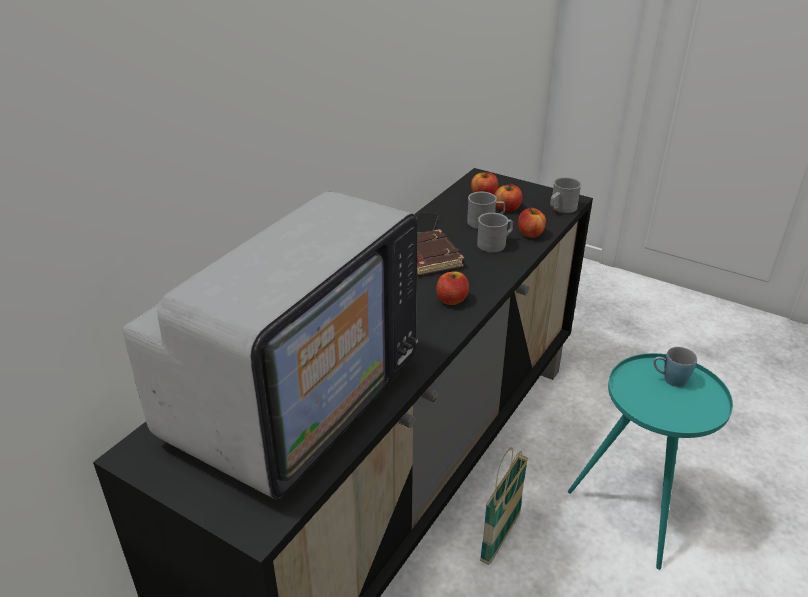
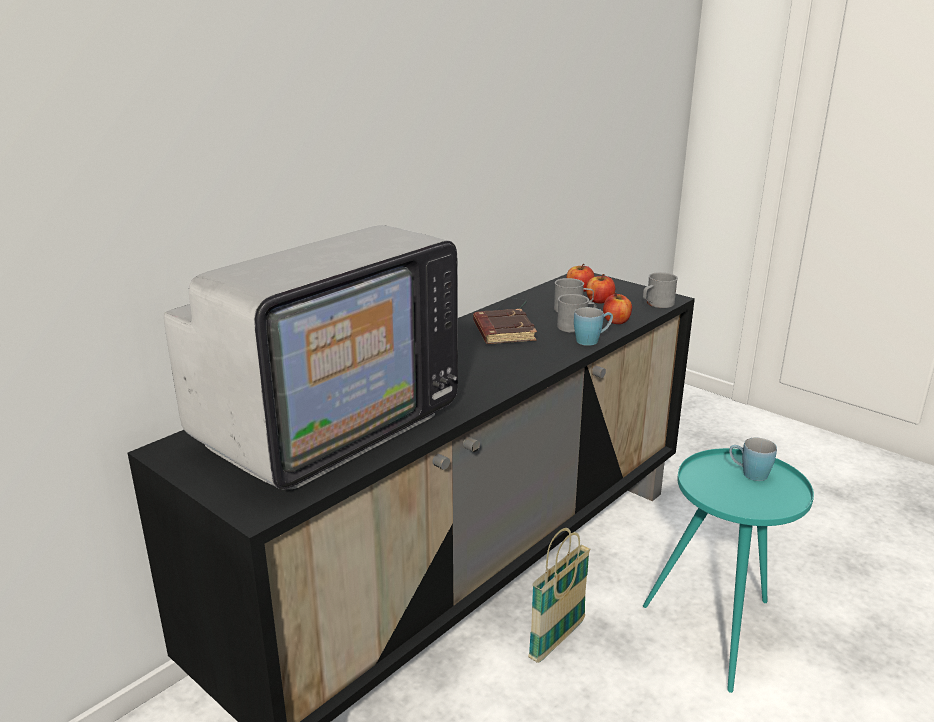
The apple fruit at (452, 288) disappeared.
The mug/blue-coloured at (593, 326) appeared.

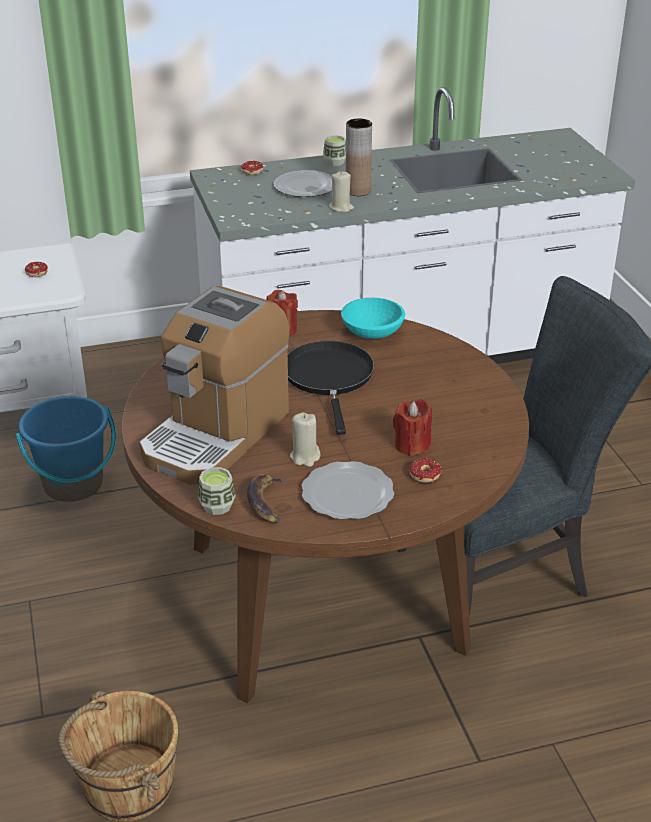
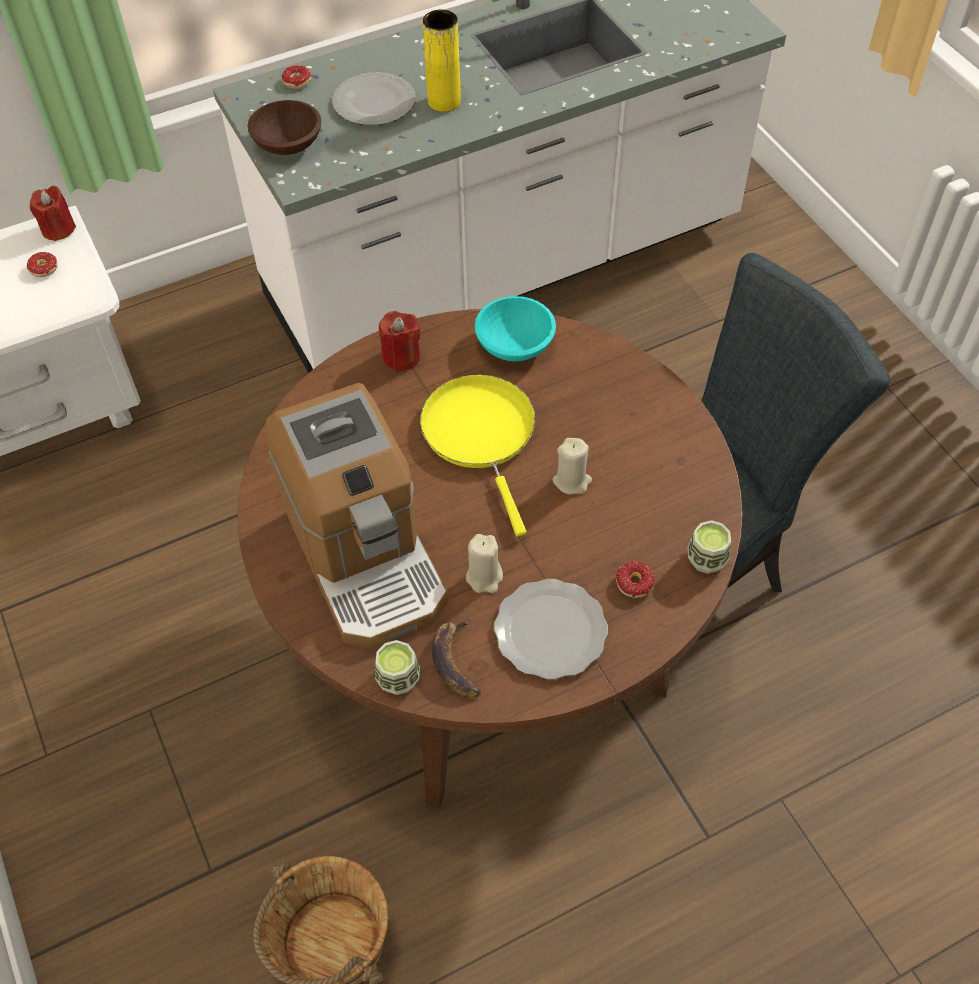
The water bucket/blue-coloured at (65, 449) disappeared.
The coffee brewer at (214, 385) turned 45 degrees counterclockwise.
The pan/blackish at (331, 388) became the pan/yellow at (477, 455).
The drinking cup moved from (334, 150) to (709, 547).
The wax candle/beige moved from (341, 191) to (572, 466).
The vase/brown at (359, 157) became the vase/yellow at (442, 61).
The wax candle/reddish moved from (412, 427) to (53, 213).
The bowl/brown at (284, 127) appeared.

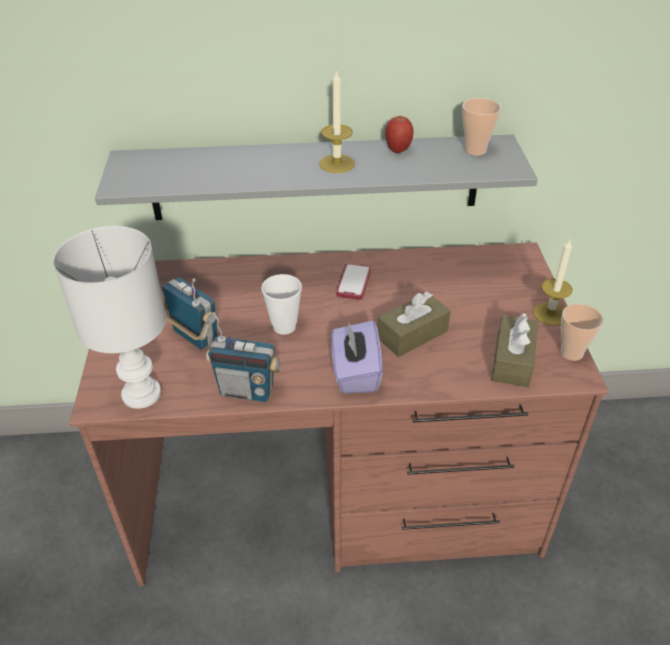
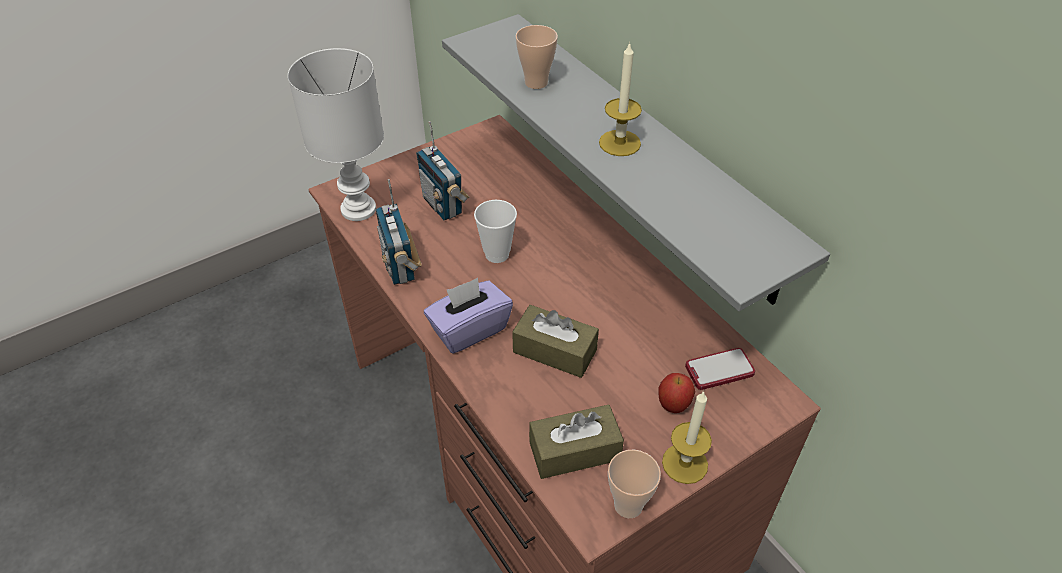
The radio at (189, 313) turned 135 degrees clockwise.
The phone moved from (353, 282) to (720, 369).
The apple fruit moved from (399, 134) to (677, 393).
The drinking cup moved from (481, 127) to (536, 57).

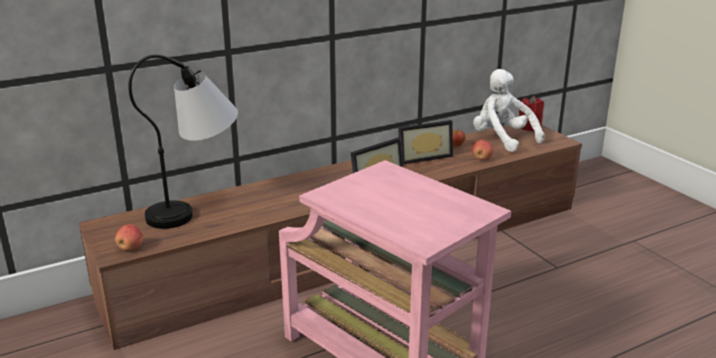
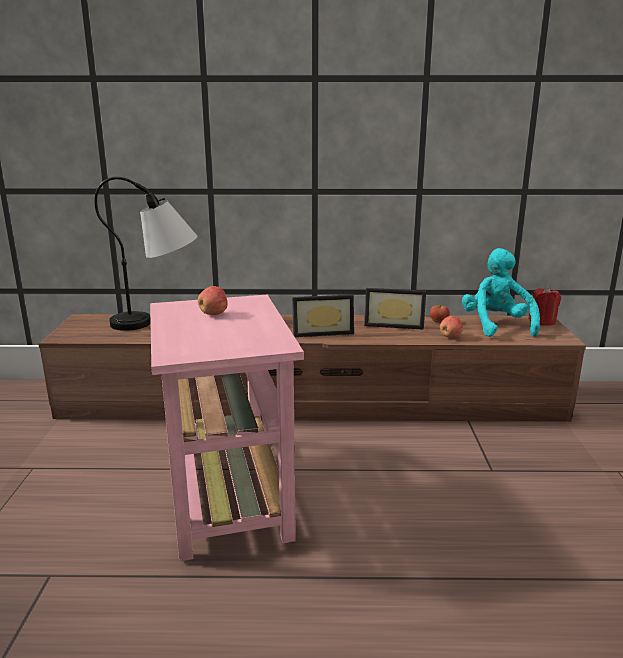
The apple fruit moved from (129, 237) to (213, 300).
The soft toy/white-coloured at (509, 110) became the soft toy/blue-green at (501, 292).

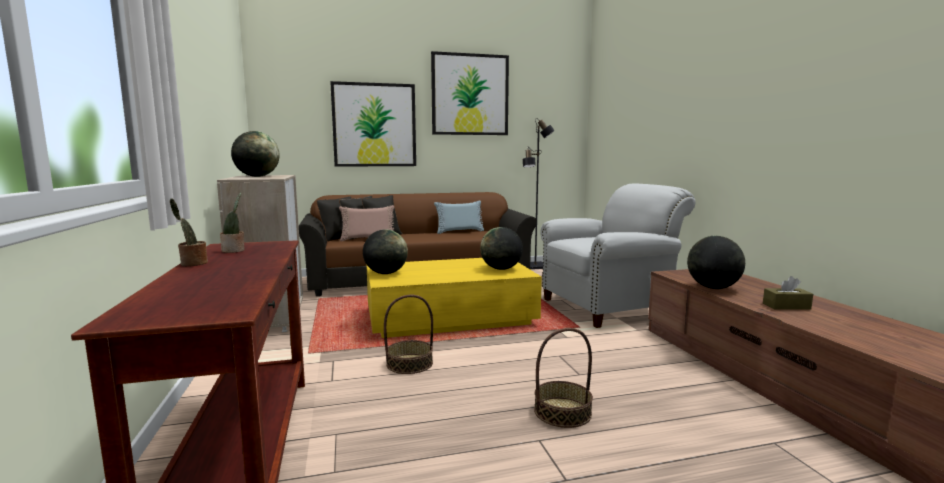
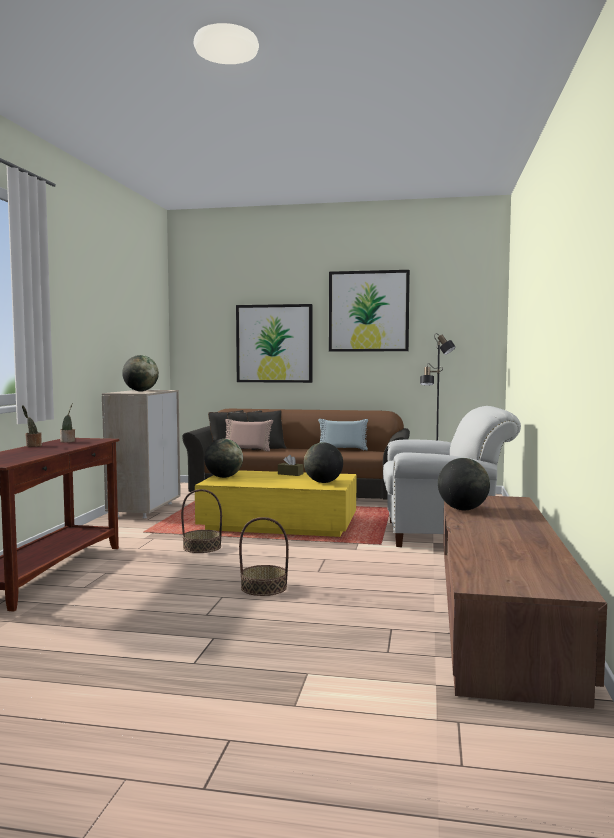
The tissue box/brown moved from (788, 293) to (291, 465).

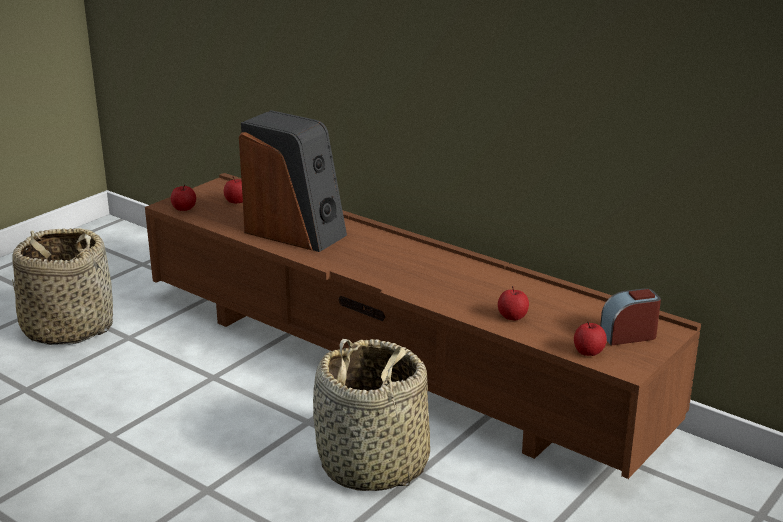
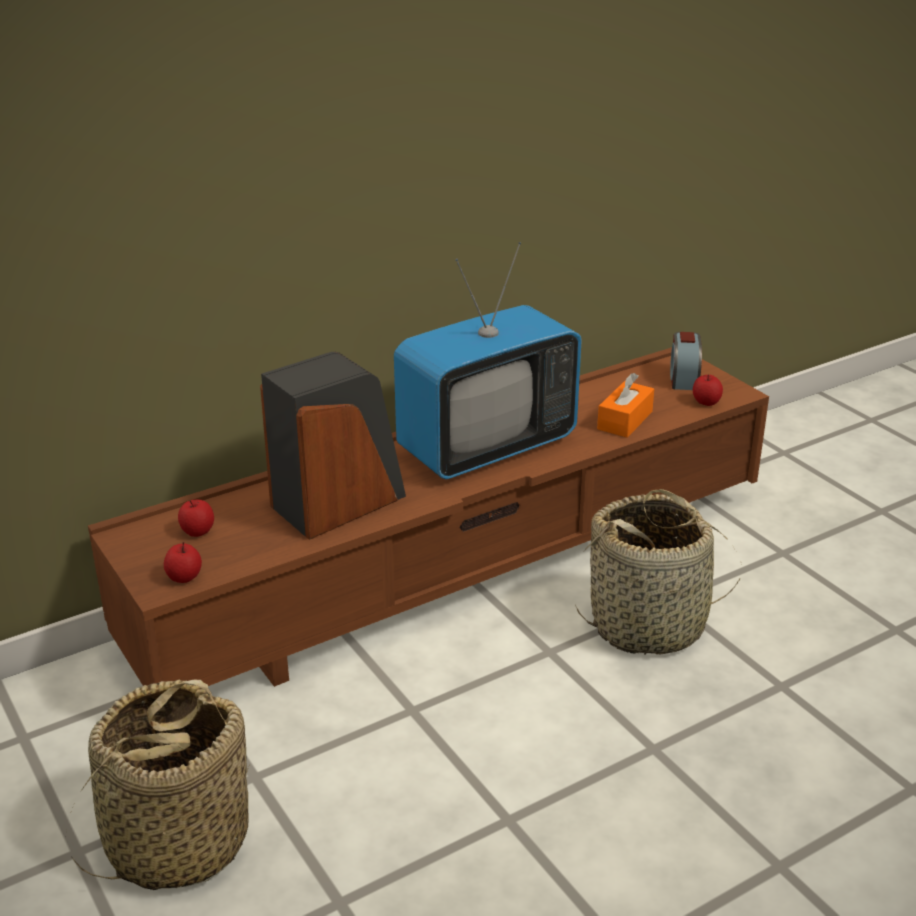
The apple fruit at (513, 303) was replaced by the tissue box/orange at (625, 405).
The TV at (488, 360) appeared.

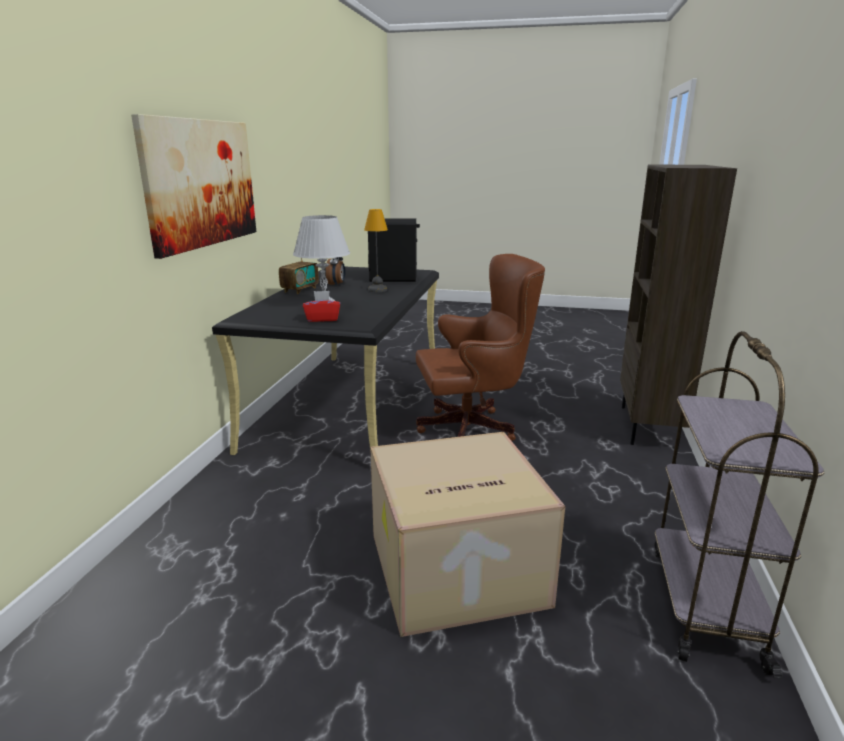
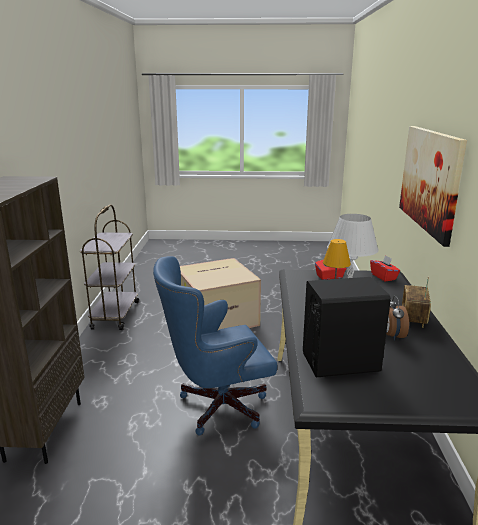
The computer chair/brown at (480, 347) became the computer chair/blue-coloured at (215, 346).
The tissue box/reddish at (385, 268) appeared.

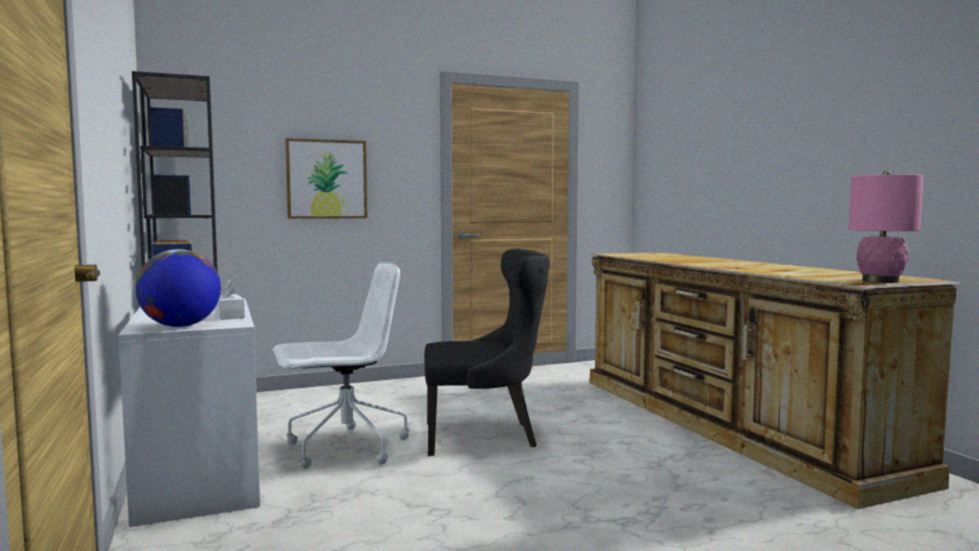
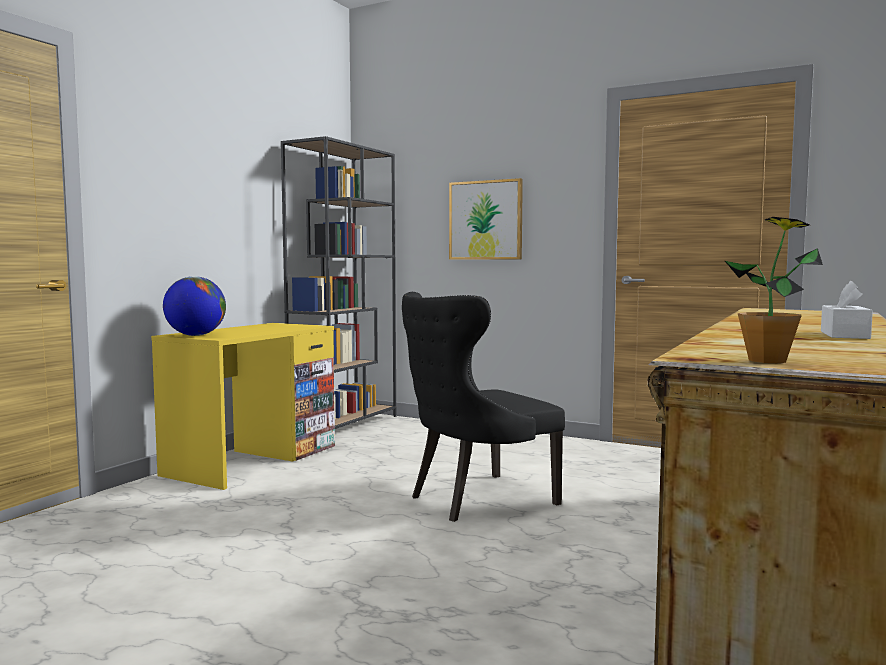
The desk table/white-coloured at (189, 413) became the desk table/yellow at (243, 406).
The tissue box/white-coloured moved from (229, 299) to (847, 310).
The computer chair/white-coloured at (341, 365) disappeared.
The chair/blackish at (487, 352) turned 105 degrees clockwise.
The lamp for a table/pink-coloured at (885, 227) was replaced by the houseplant at (774, 290).

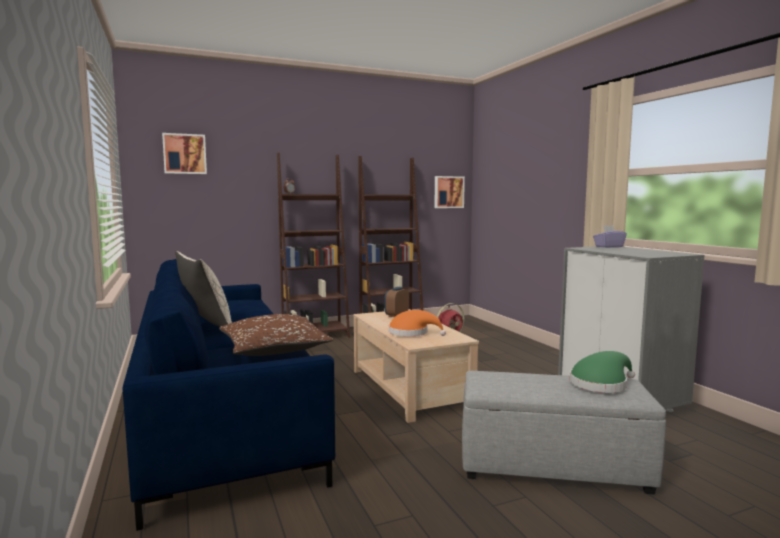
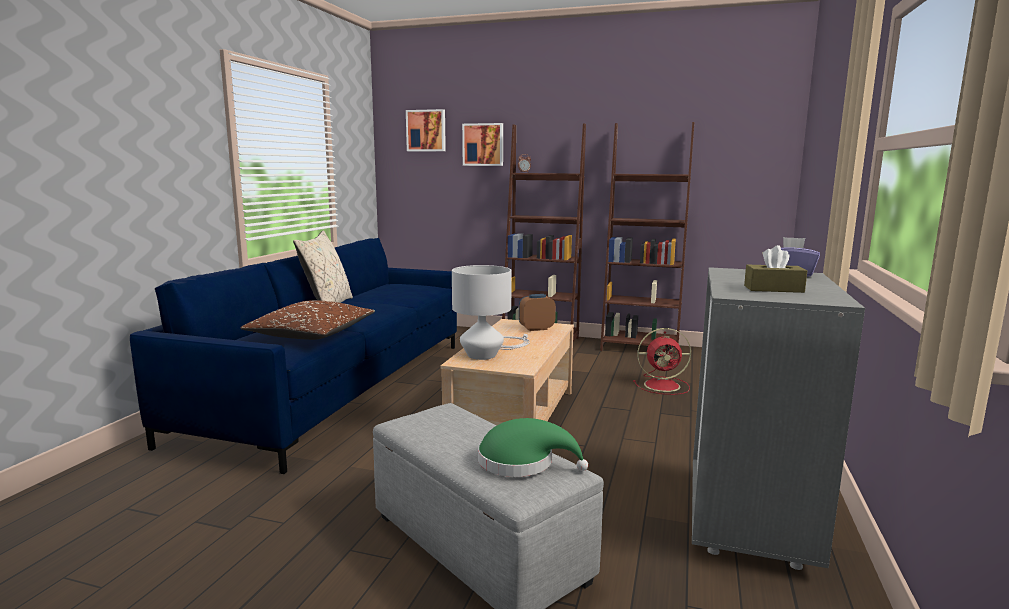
The clothing hat/orange at (417, 323) was replaced by the lamp for a table/white-coloured at (491, 312).
The picture moved from (449, 192) to (482, 144).
The tissue box/brown at (775, 269) appeared.

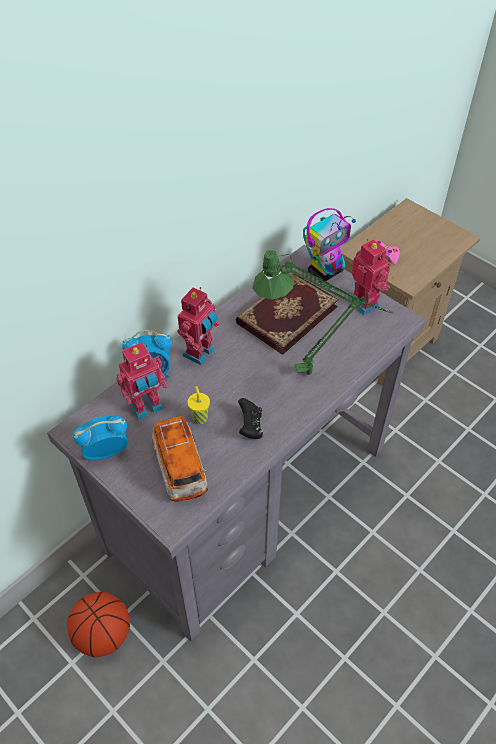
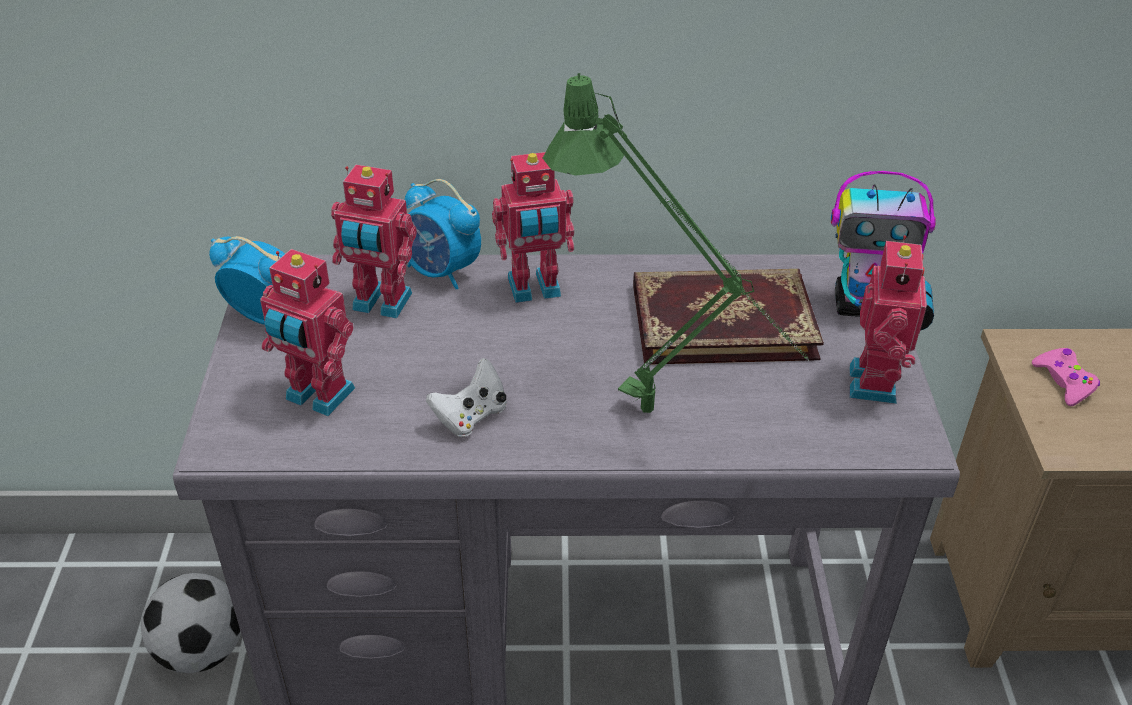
The basketball ball at (98, 624) was replaced by the ball for football at (191, 623).
The toy car at (180, 459) was replaced by the toy robot at (307, 332).
The drinking cup/yellow at (198, 405) disappeared.
The gamepad/blackish at (250, 418) became the gamepad/white-coloured at (466, 397).

